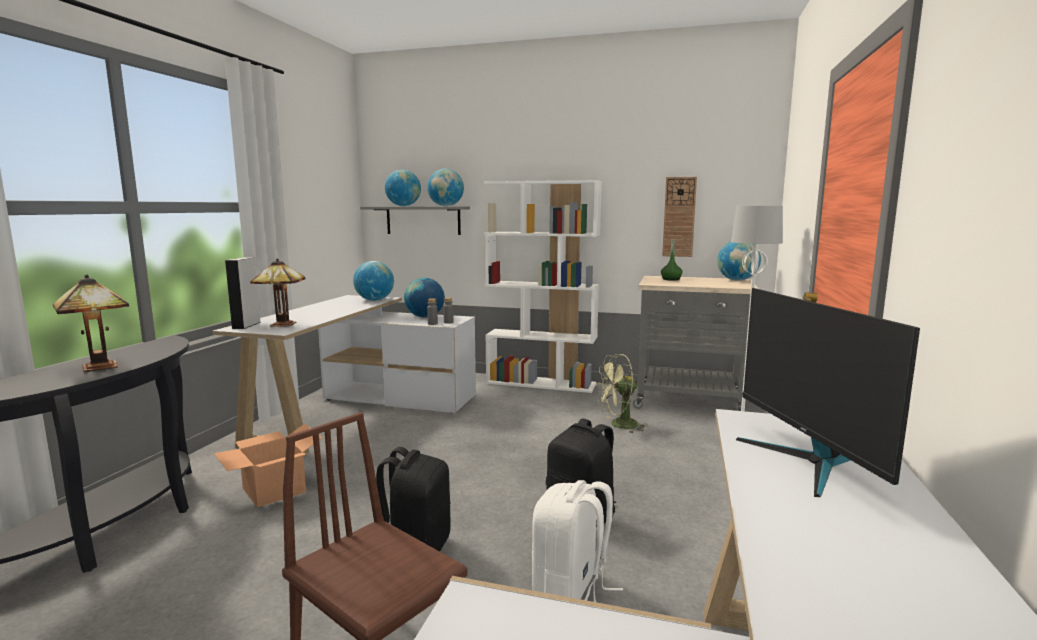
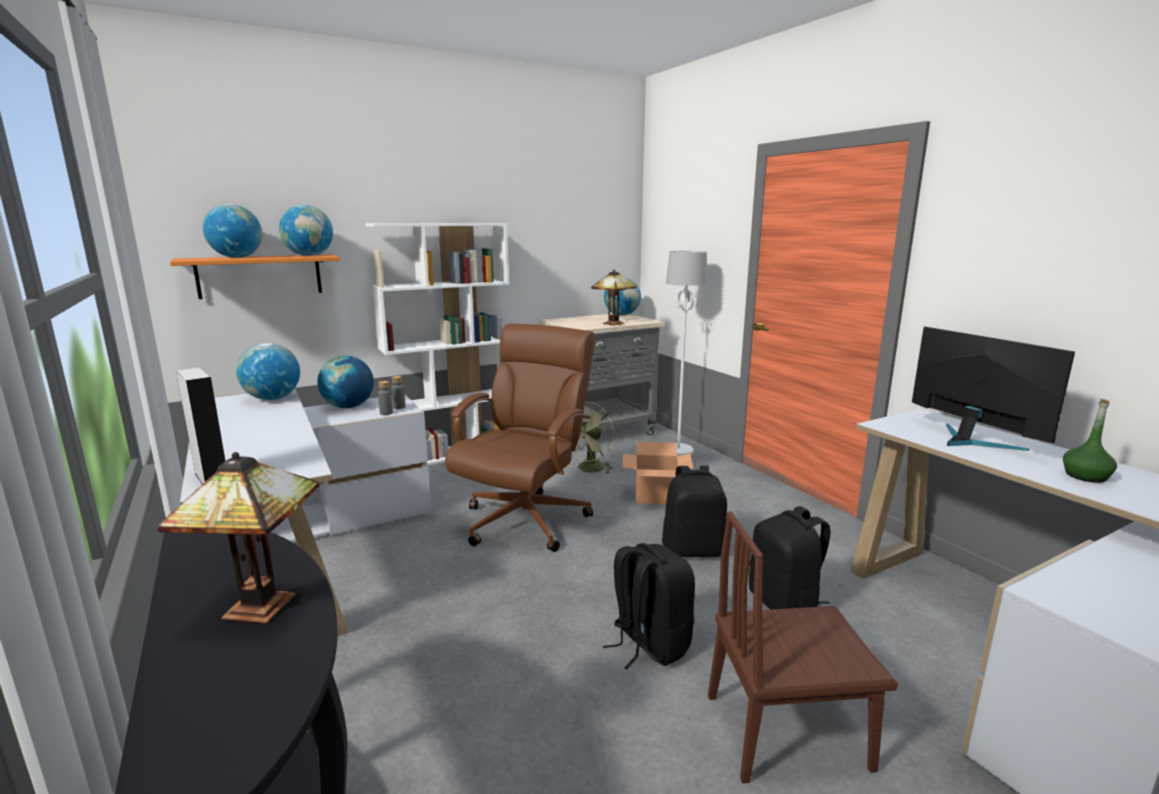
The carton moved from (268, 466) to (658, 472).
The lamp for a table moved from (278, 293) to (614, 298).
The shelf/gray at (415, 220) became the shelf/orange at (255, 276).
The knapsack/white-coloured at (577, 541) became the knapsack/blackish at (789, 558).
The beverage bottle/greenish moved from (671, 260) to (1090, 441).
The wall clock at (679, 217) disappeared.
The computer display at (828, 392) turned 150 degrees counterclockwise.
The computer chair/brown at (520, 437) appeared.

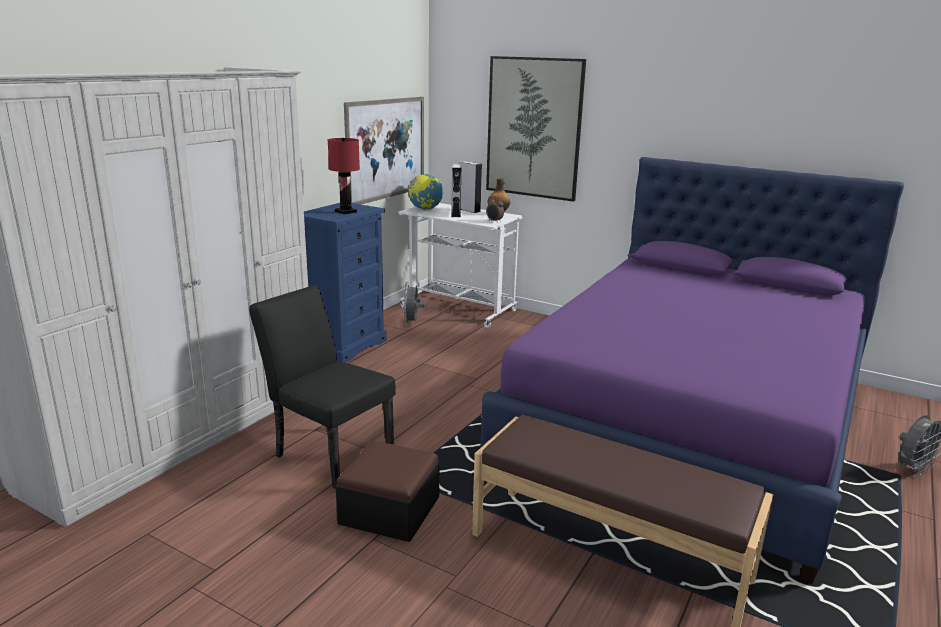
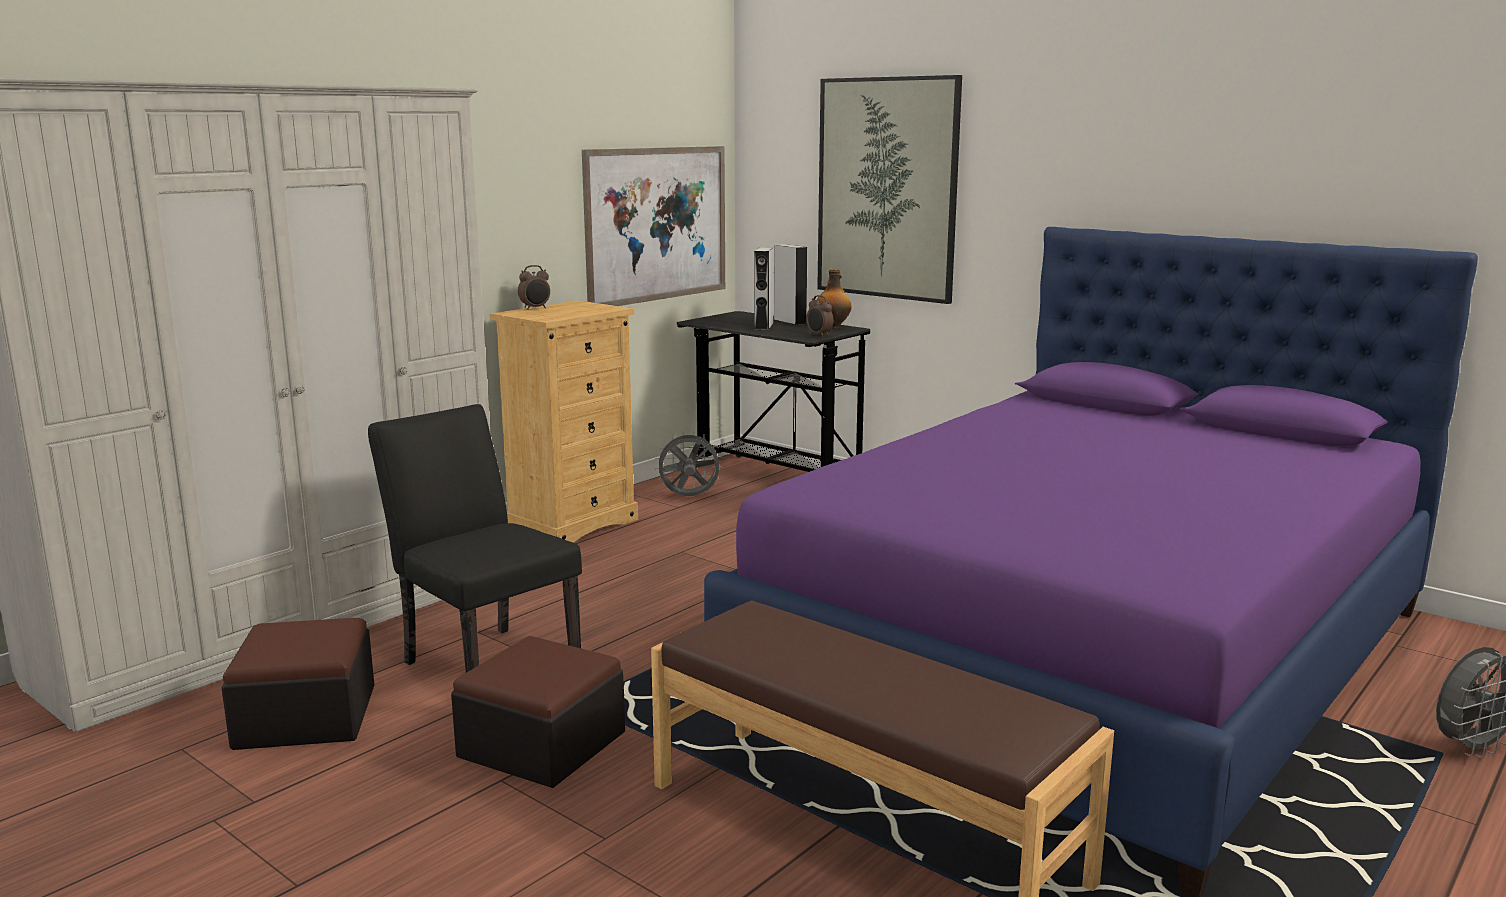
The dresser/blue-coloured at (345, 283) became the dresser/beige at (564, 421).
The lamp for a table/reddish at (344, 176) disappeared.
The desk table/white-coloured at (460, 265) became the desk table/blackish at (773, 391).
The fan/gray at (414, 303) turned 75 degrees clockwise.
The world globe at (425, 192) disappeared.
The ottoman at (297, 684) appeared.
The table clock at (534, 287) appeared.

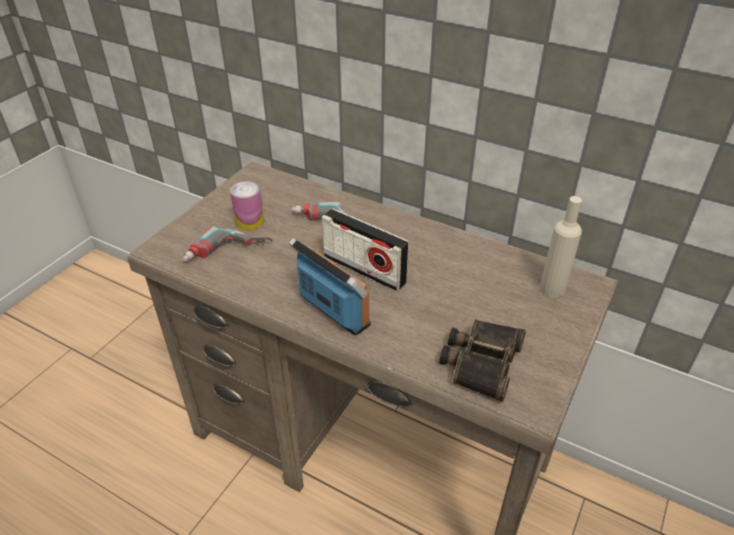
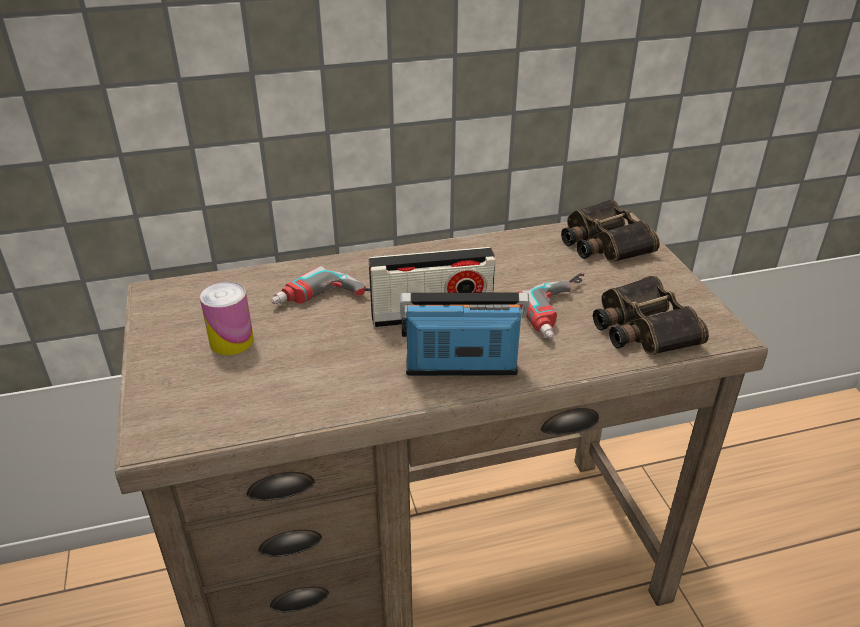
The power drill moved from (228, 244) to (551, 306).
The beverage bottle/beige at (561, 246) was replaced by the field glasses at (610, 231).

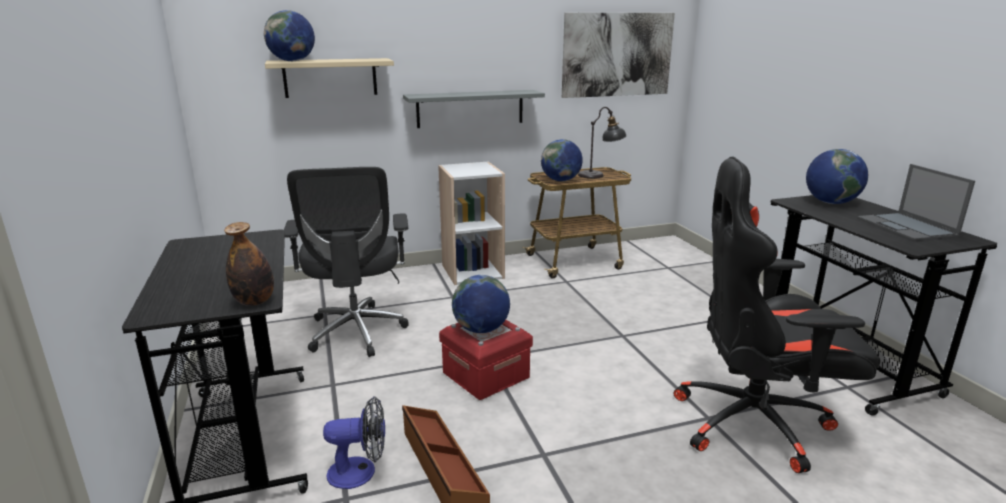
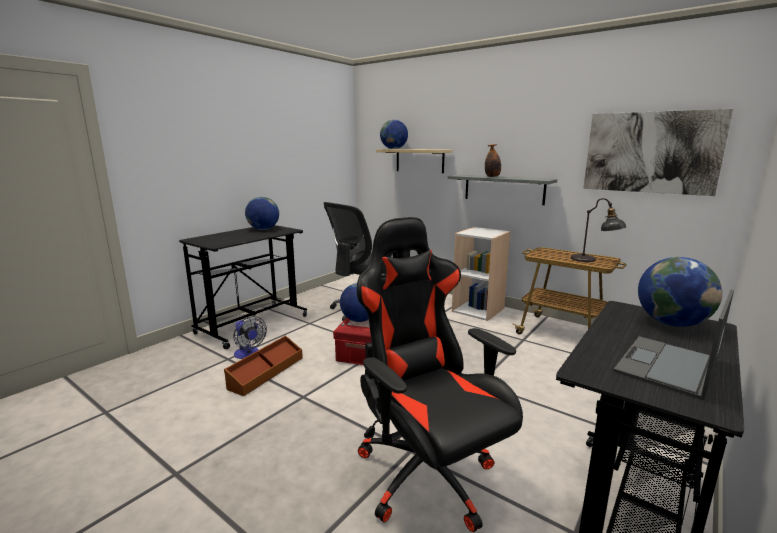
The beverage bottle moved from (249, 264) to (493, 160).
The world globe moved from (562, 160) to (262, 213).

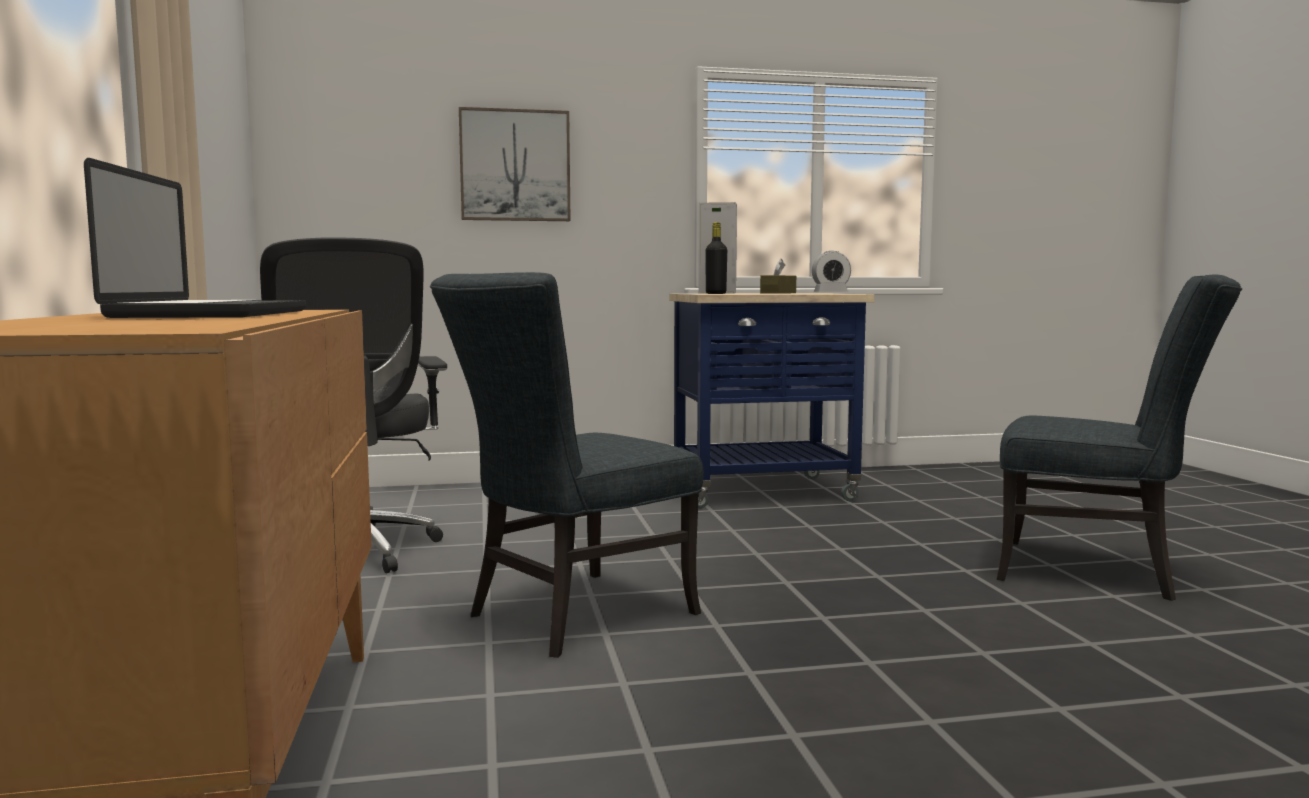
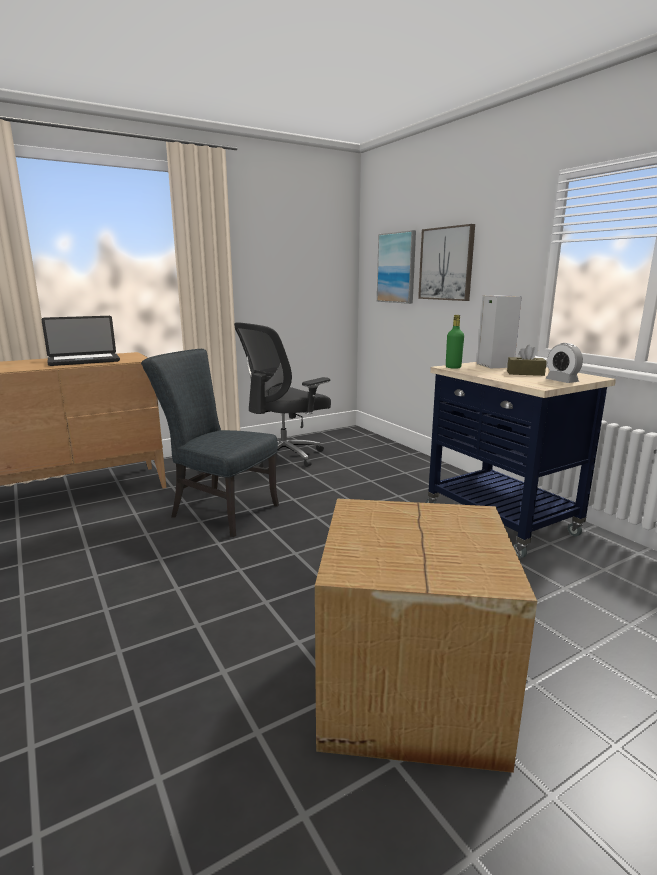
The beverage bottle/blackish at (716, 258) became the beverage bottle/greenish at (455, 342).
The chair/gray at (1119, 438) was replaced by the carton at (426, 636).
The picture at (396, 267) appeared.

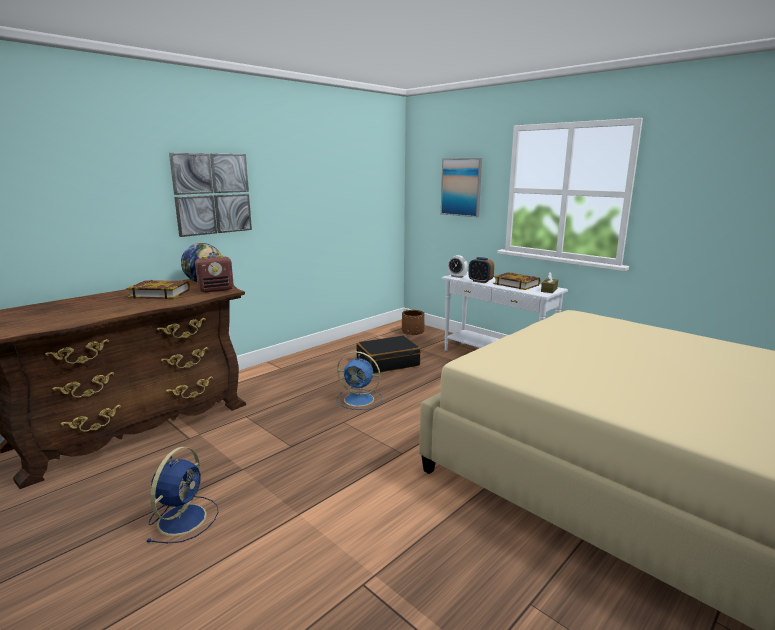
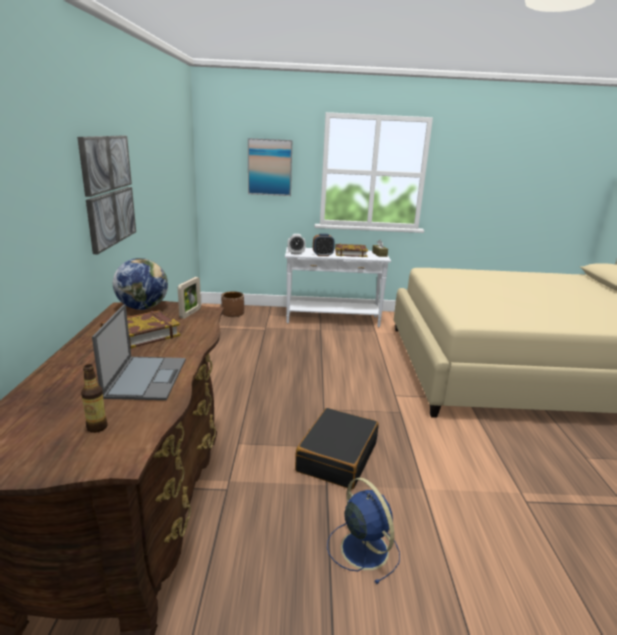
The radio at (214, 274) was replaced by the picture frame at (189, 298).
The fan/blue-coloured at (359, 380) disappeared.
The piece of luggage/blackish moved from (389, 354) to (337, 449).
The beverage bottle at (94, 398) appeared.
The laptop at (139, 352) appeared.

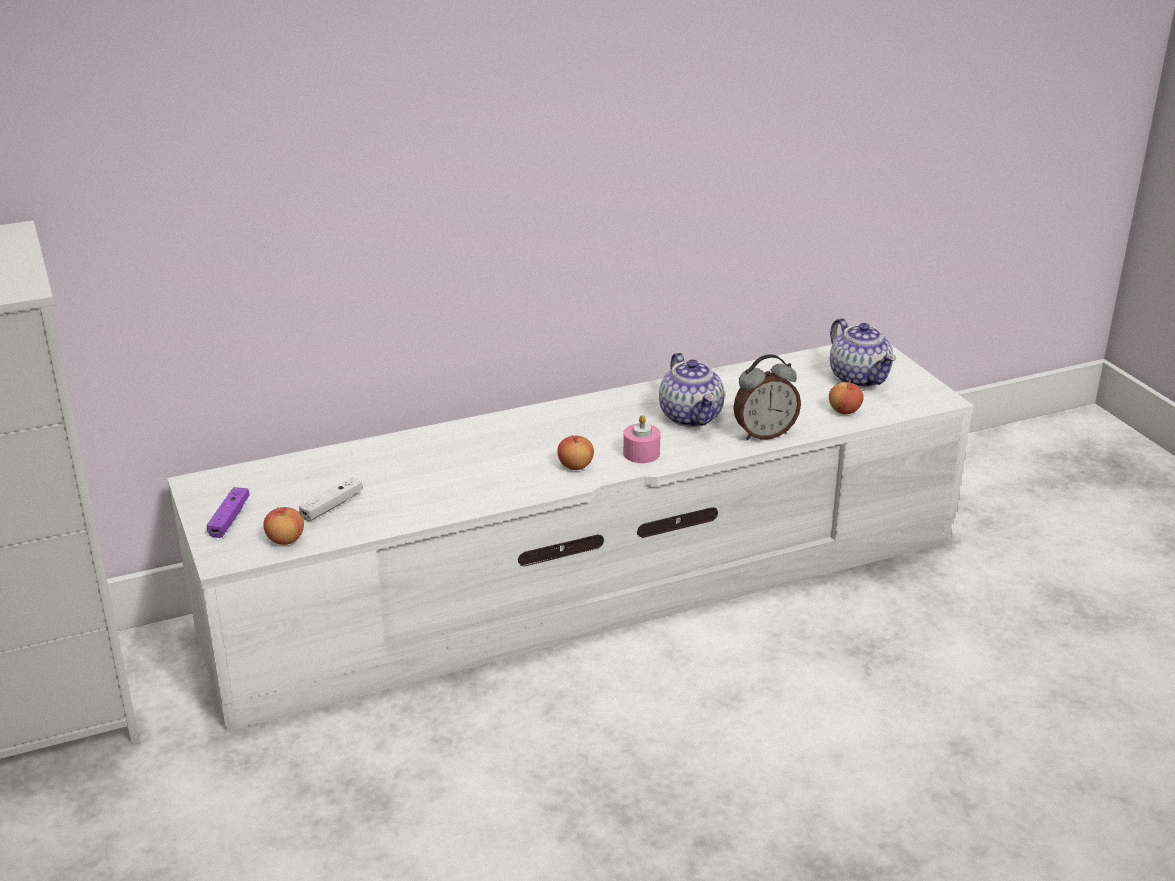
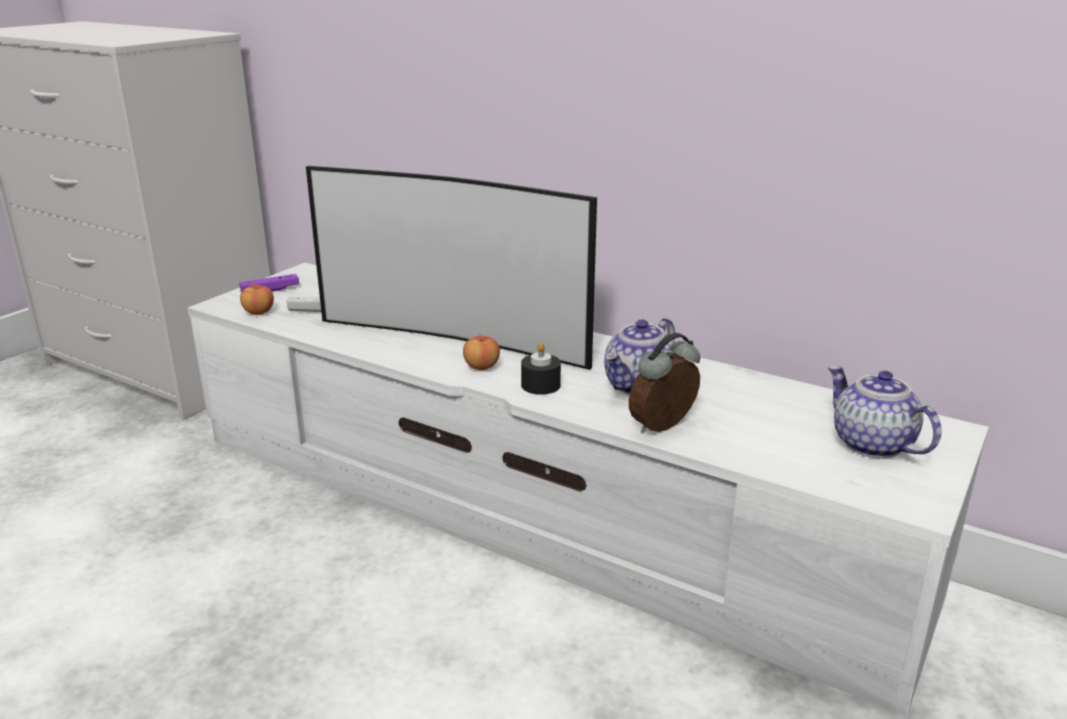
The wax candle/pink-coloured at (642, 439) became the wax candle/blackish at (541, 368).
The table clock at (767, 397) turned 105 degrees clockwise.
The apple fruit at (846, 397) disappeared.
The tea pot at (863, 353) turned 120 degrees clockwise.
The TV at (451, 268) appeared.

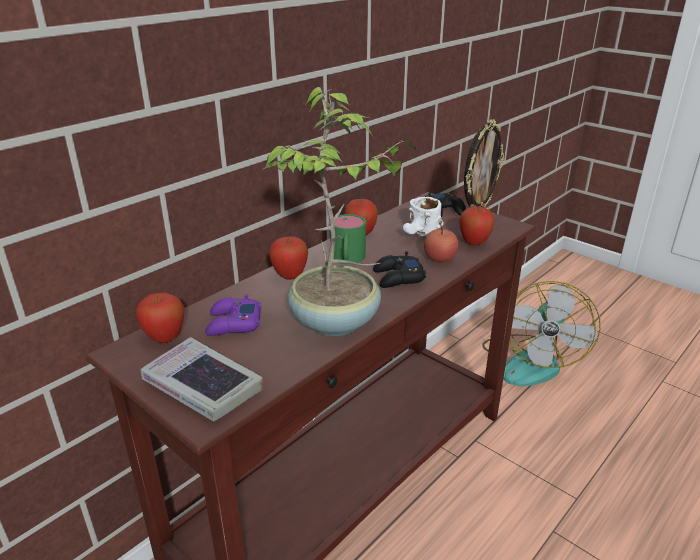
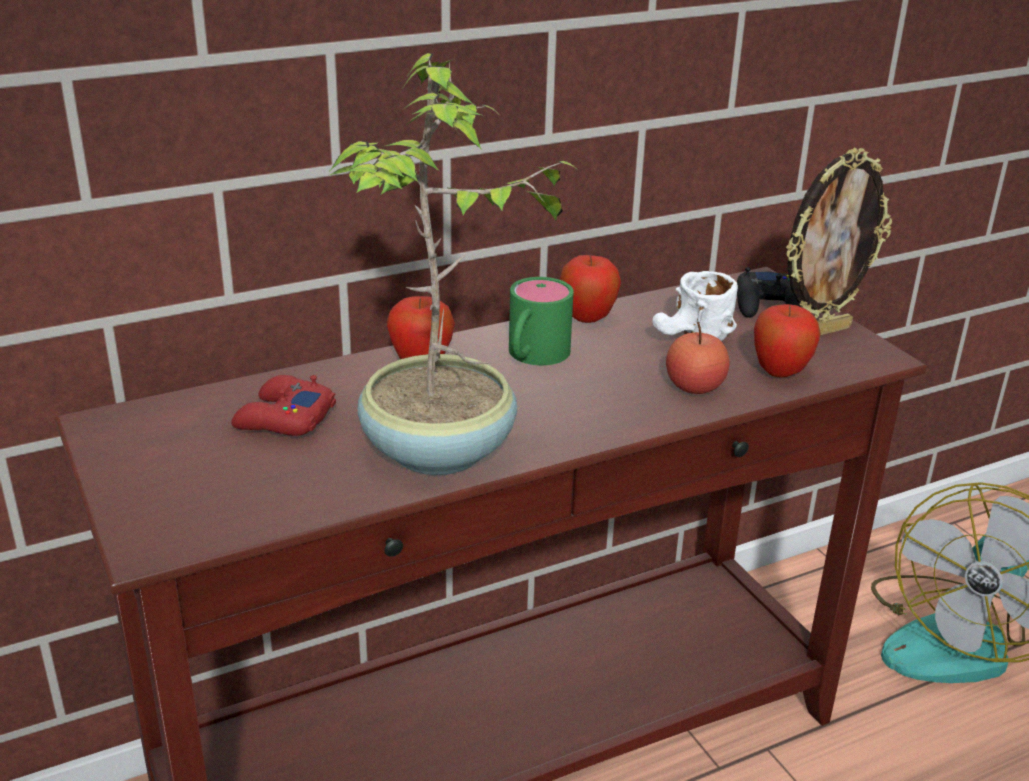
The apple fruit at (159, 318) disappeared.
The volume at (202, 379) disappeared.
The gamepad/purple at (233, 315) became the gamepad/reddish at (283, 405).
The gamepad/blackish at (399, 269) disappeared.

